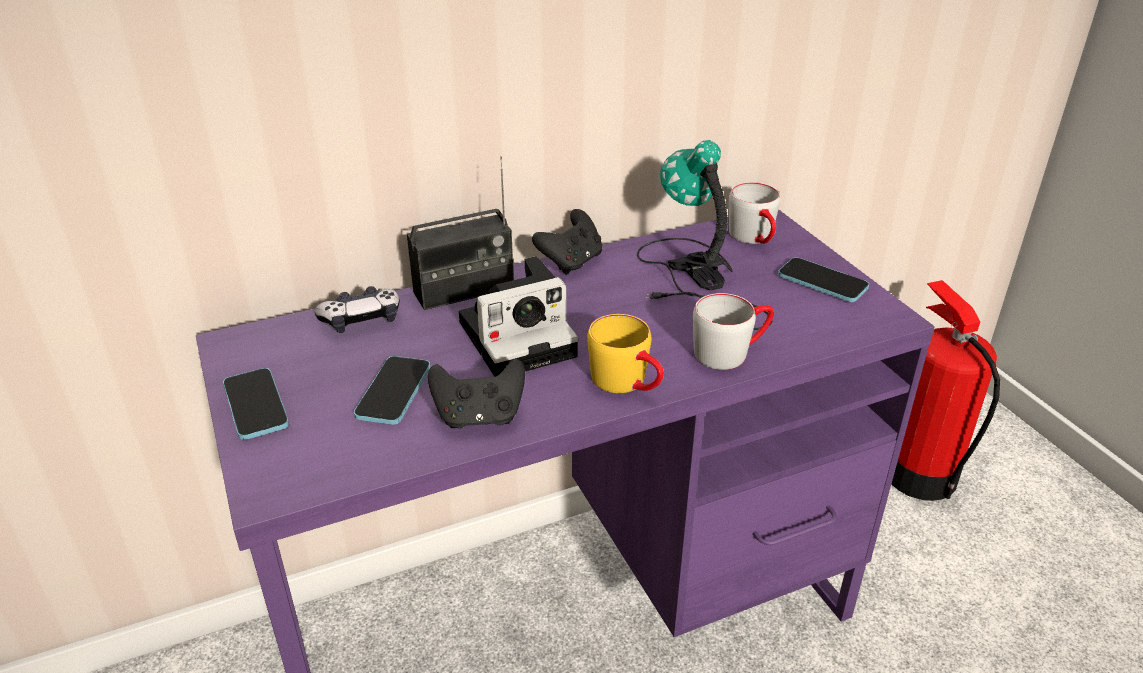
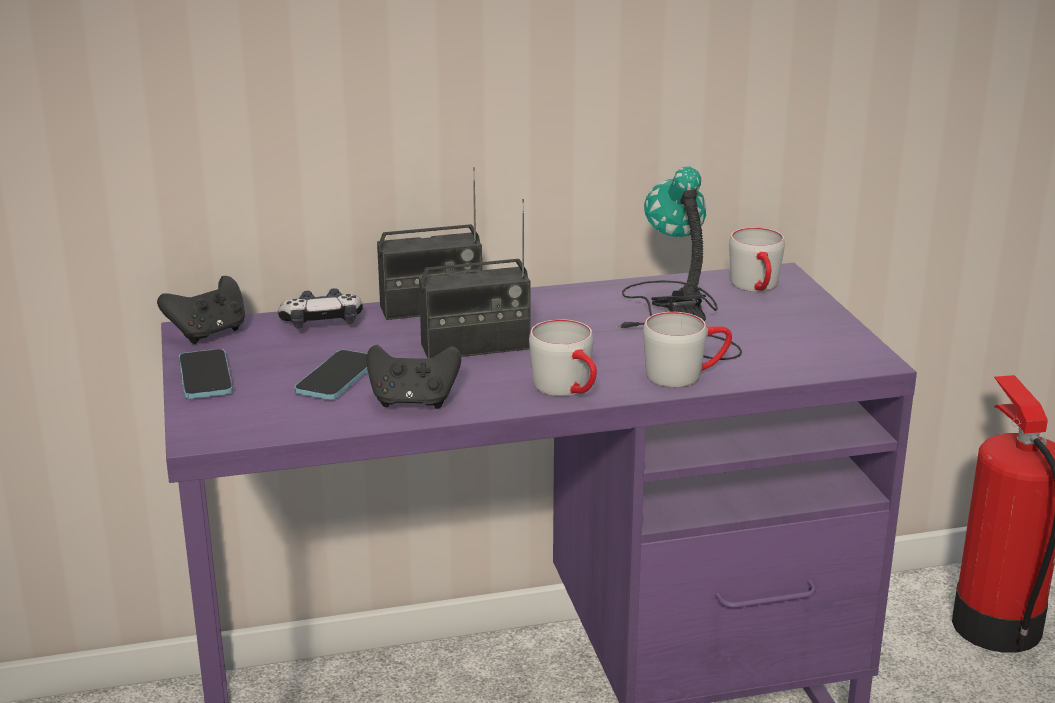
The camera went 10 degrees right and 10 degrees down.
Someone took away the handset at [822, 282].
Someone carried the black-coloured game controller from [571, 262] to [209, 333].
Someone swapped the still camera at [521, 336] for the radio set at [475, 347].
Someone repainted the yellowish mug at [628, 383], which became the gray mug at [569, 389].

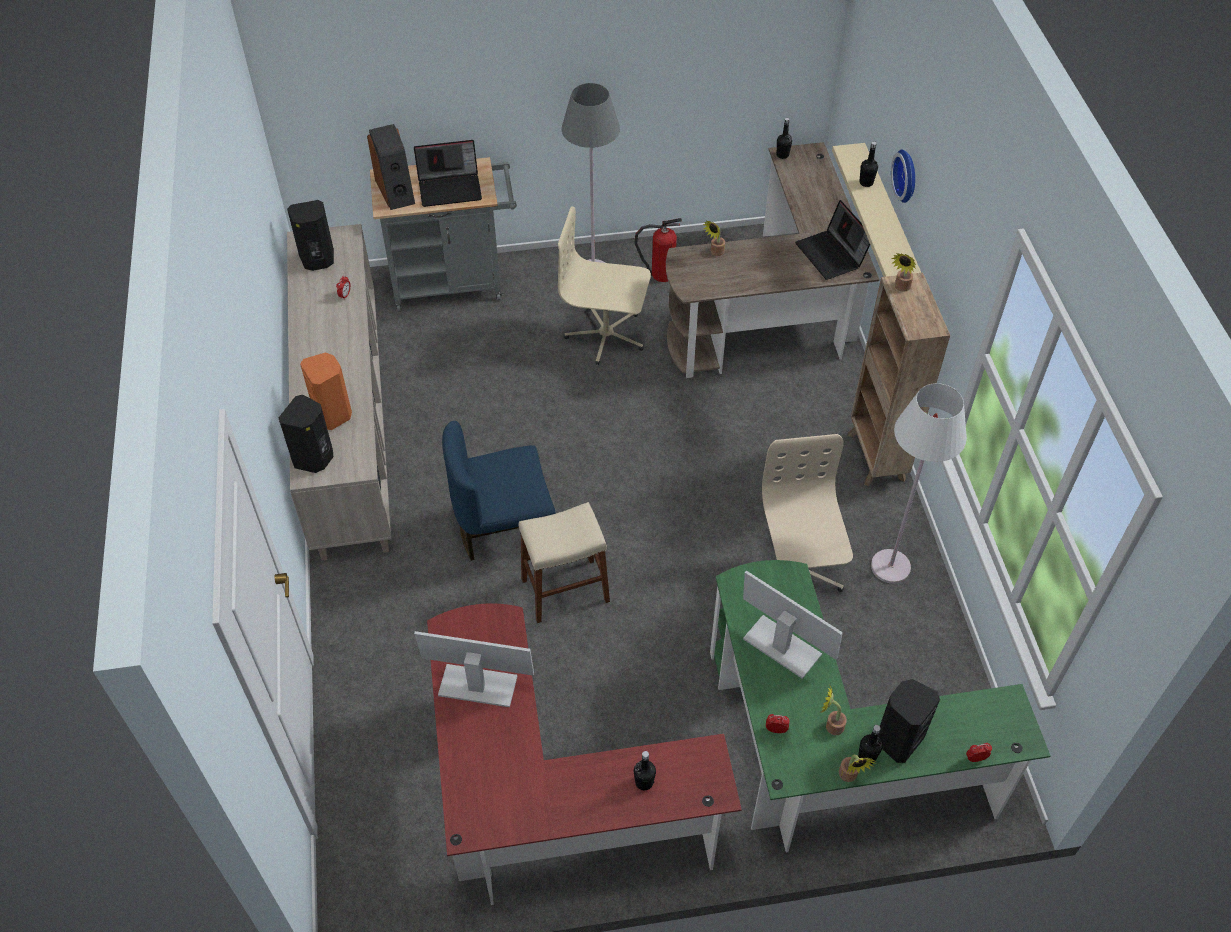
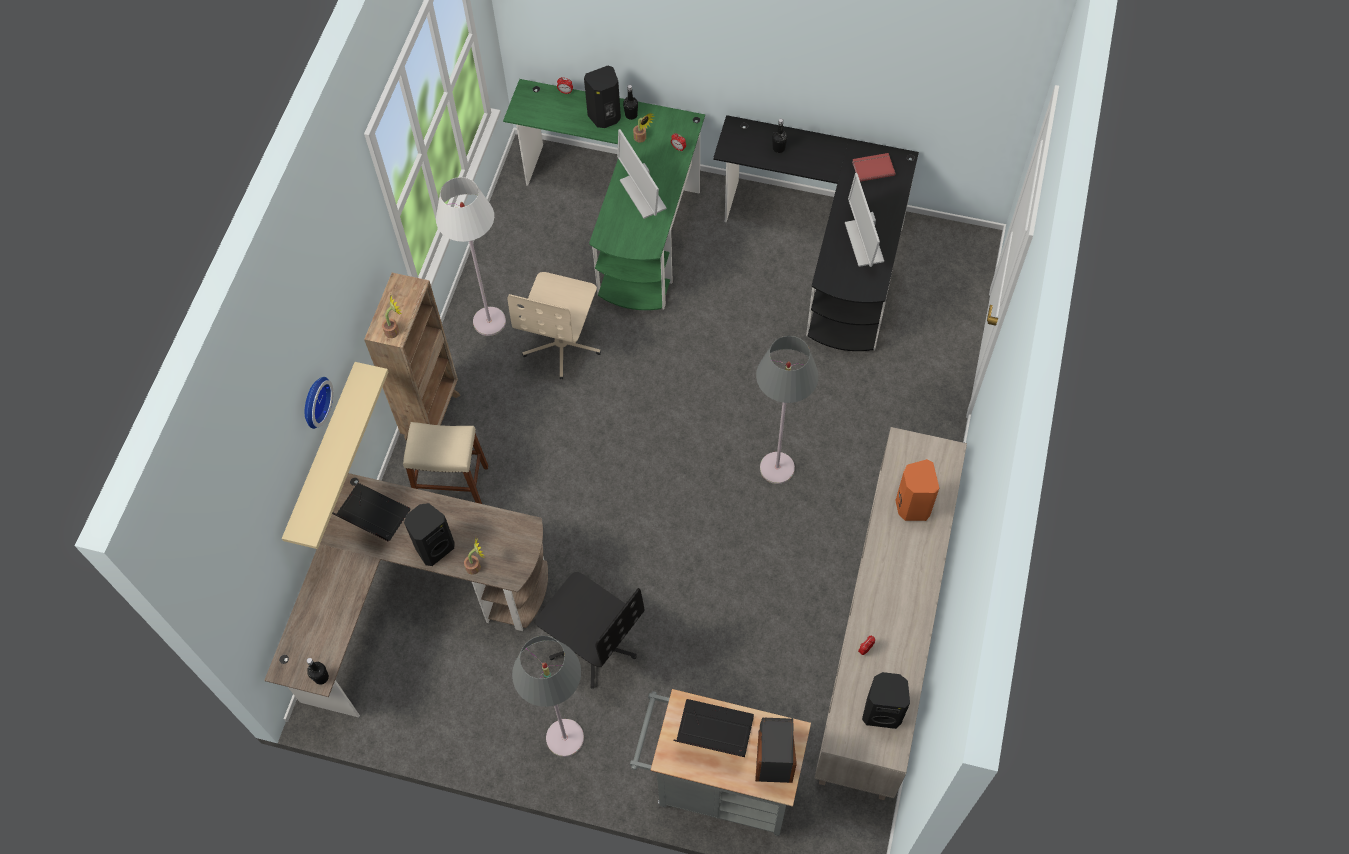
The camera went 155 degrees left and 10 degrees up.
Someone took away the fire-fighting cylinder at [660, 274].
Someone took away the plant in a pot at [849, 777].
Someone took away the black-coloured beverage bottle at [866, 182].
Someone put down the reddish volume at [872, 167].
Someone carried the black-coloured speaker from [315, 458] to [434, 547].
Someone carried the beige-coloured stool seat from [565, 590] to [452, 485].
Someone swapped the bluish plain chair at [504, 529] for the gray standing lamp at [777, 468].
Someone repainted the reddish desk table at [545, 803], which became the black-coloured desk table at [827, 253].
Someone repainted the beige-coloured desk chair at [606, 335], which became the black-coloured desk chair at [593, 644].
Someone rotated the computer screen at [478, 685] by 45 degrees clockwise.
Someone rotated the portable computer at [832, 255] by 60 degrees counterclockwise.

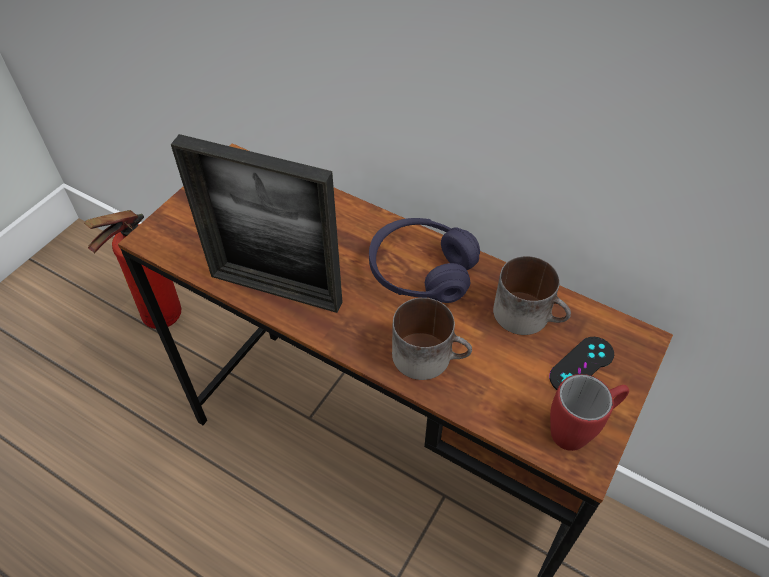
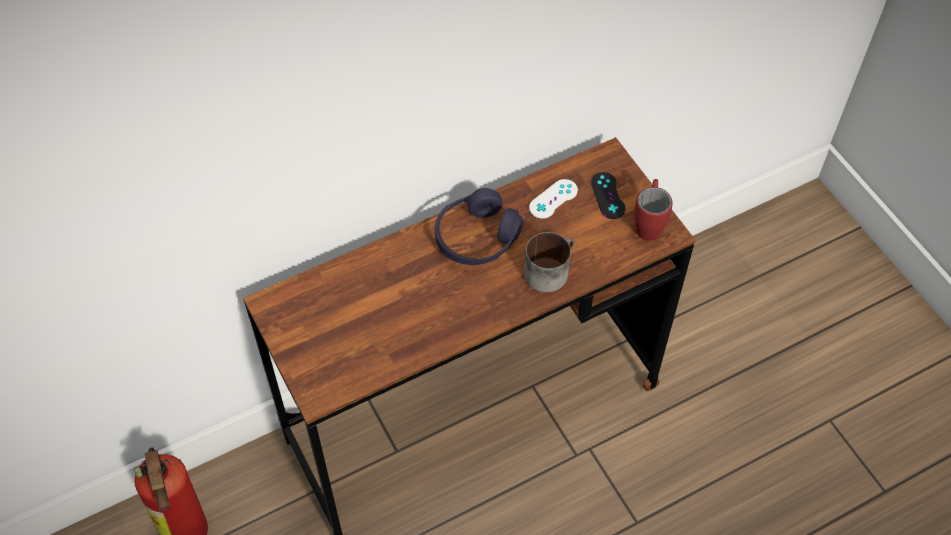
The camera went 60 degrees left and 5 degrees up.
Someone took away the standing frame at [276, 289].
Someone swapped the mug at [529, 314] for the whitish game controller at [553, 199].

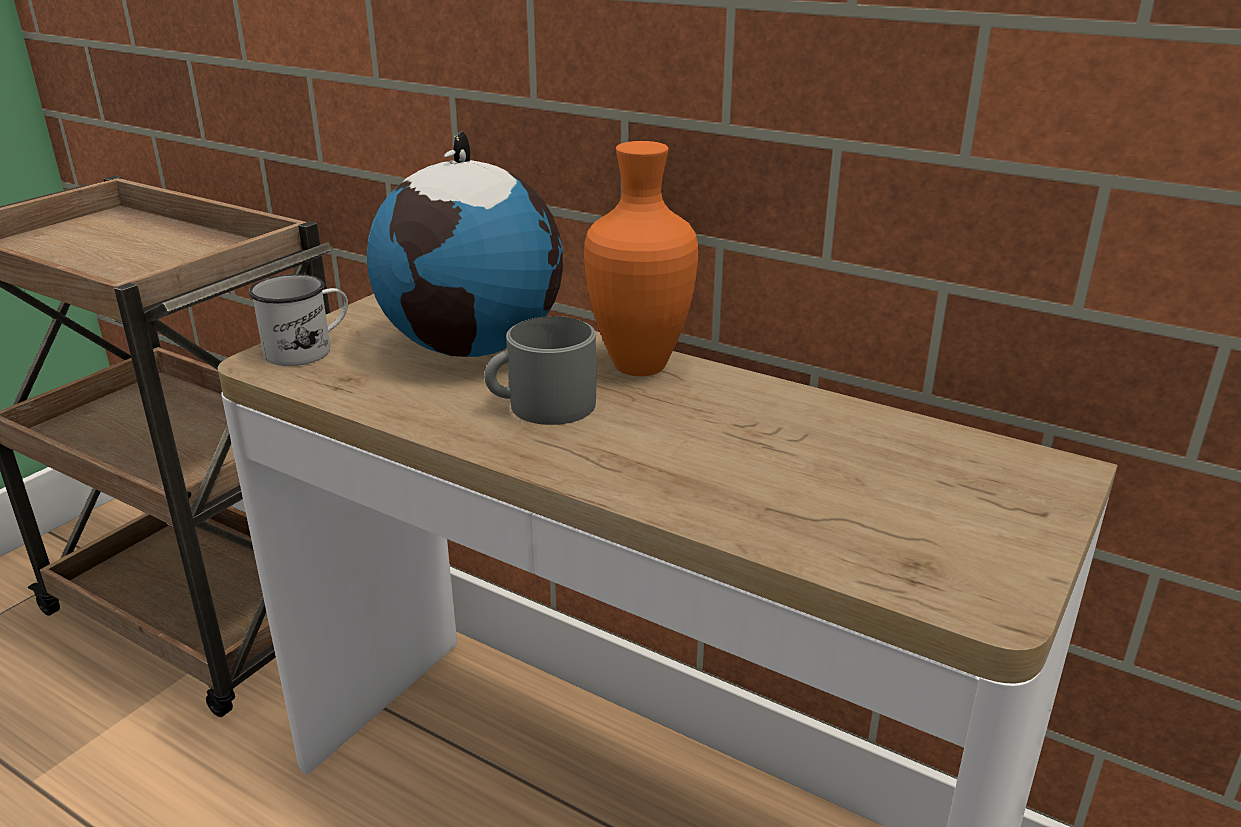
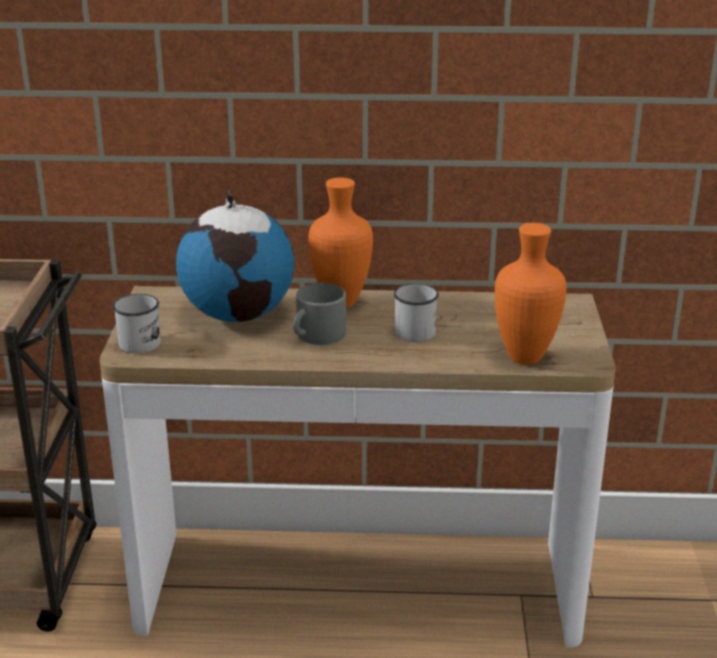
The camera went 30 degrees left and 0 degrees up.
Someone put down the whitish mug at [412, 329].
Someone put down the orange decorative vase at [523, 356].

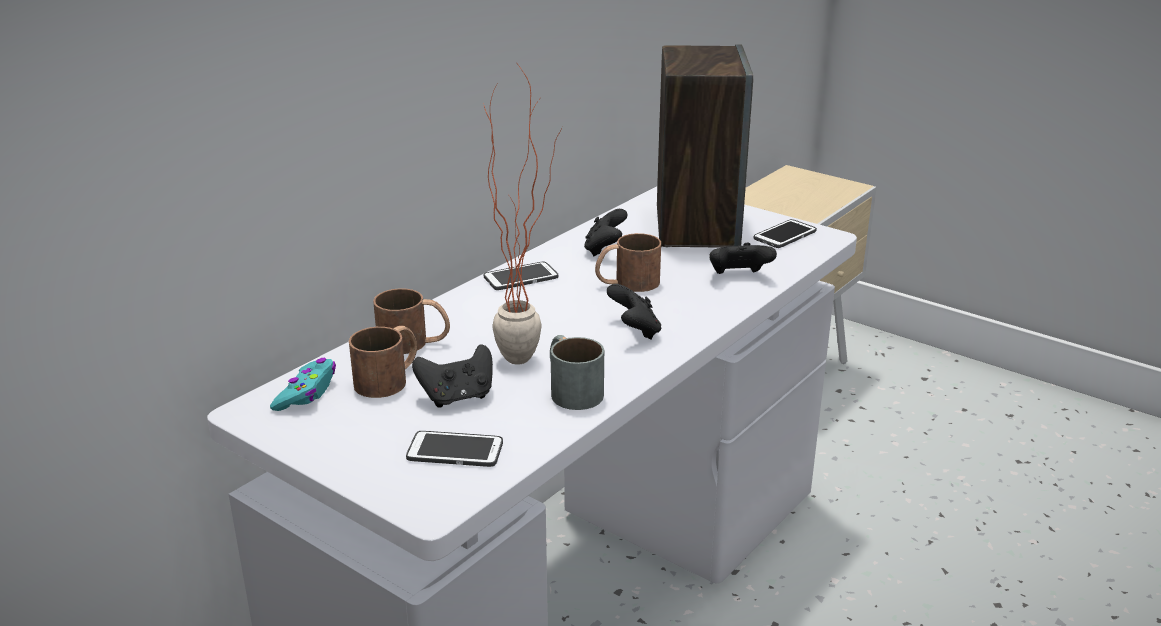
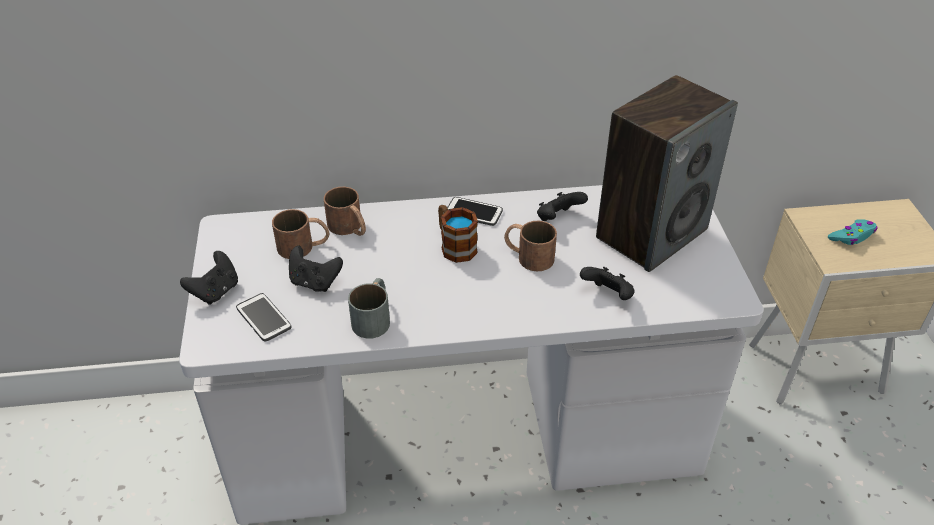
The camera went 45 degrees right and 15 degrees up.
Someone took away the plant in a pot at [530, 355].
Someone took away the handset at [785, 235].
Someone put down the mug at [454, 245].
Someone carried the blue-green game controller from [307, 393] to [852, 236].
Someone carried the black-coloured game controller from [635, 331] to [215, 291].

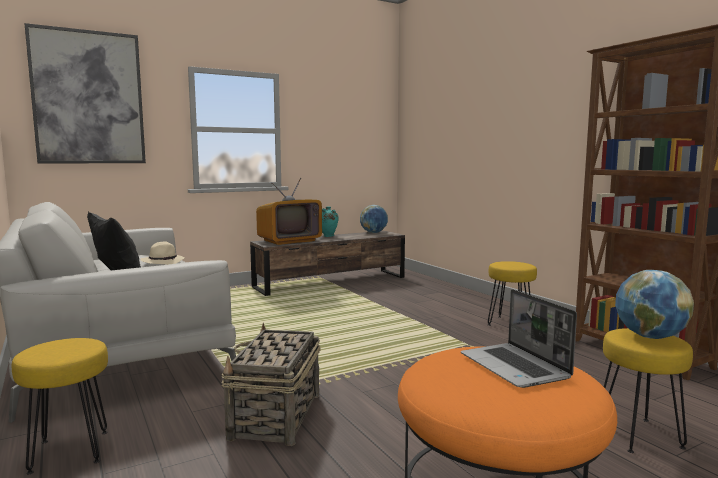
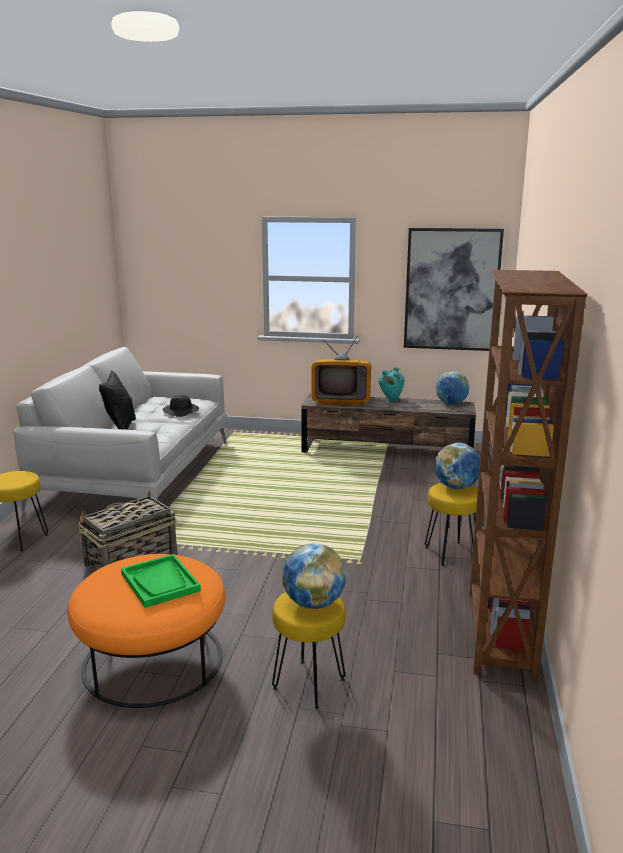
The camera went 40 degrees right and 10 degrees up.
Someone put down the globe at [456, 487].
Someone carried the wall art from [88, 98] to [451, 289].
Someone swapped the portable computer at [515, 367] for the greenish tray at [160, 582].
Someone repainted the beige-coloured hat at [163, 262], which became the black-coloured hat at [181, 412].

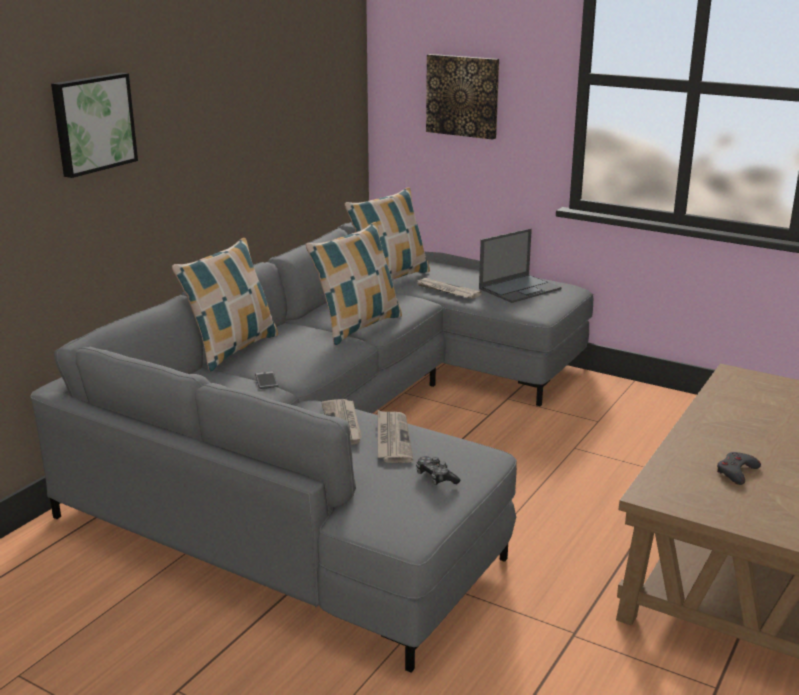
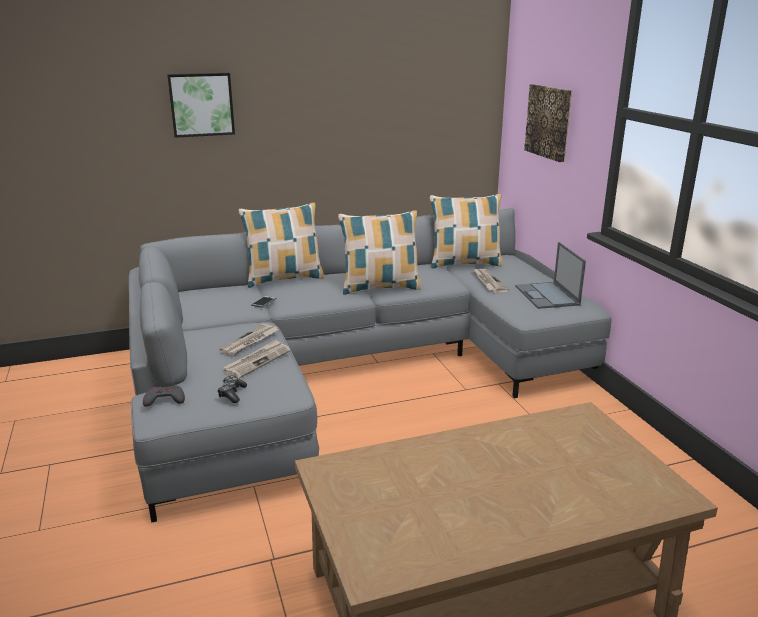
The camera went 40 degrees right and 0 degrees up.
Someone carried the gray game controller from [736, 472] to [164, 399].
Someone rotated the portable computer at [520, 288] by 75 degrees clockwise.

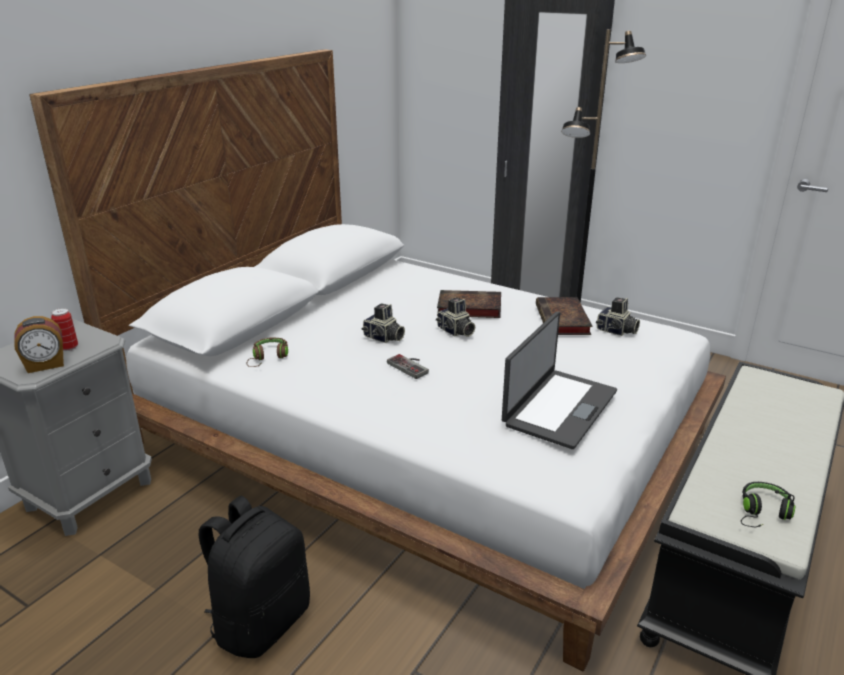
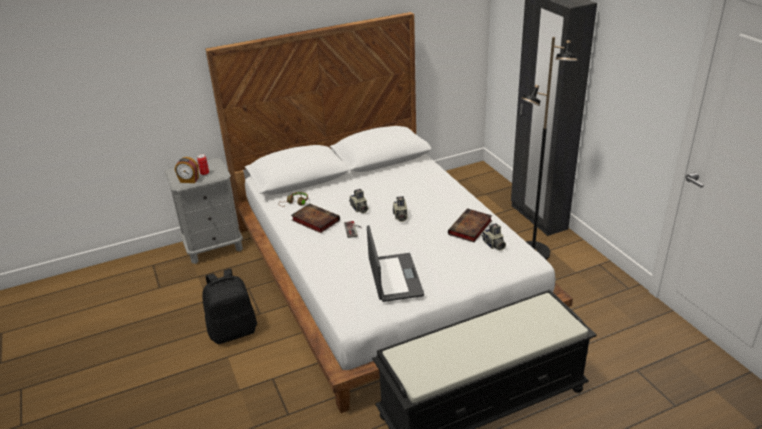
The camera went 35 degrees right and 5 degrees up.
Someone took away the black-coloured headset at [763, 512].
Someone carried the volume from [467, 308] to [314, 220].
Someone rotated the portable computer at [559, 407] by 75 degrees counterclockwise.

